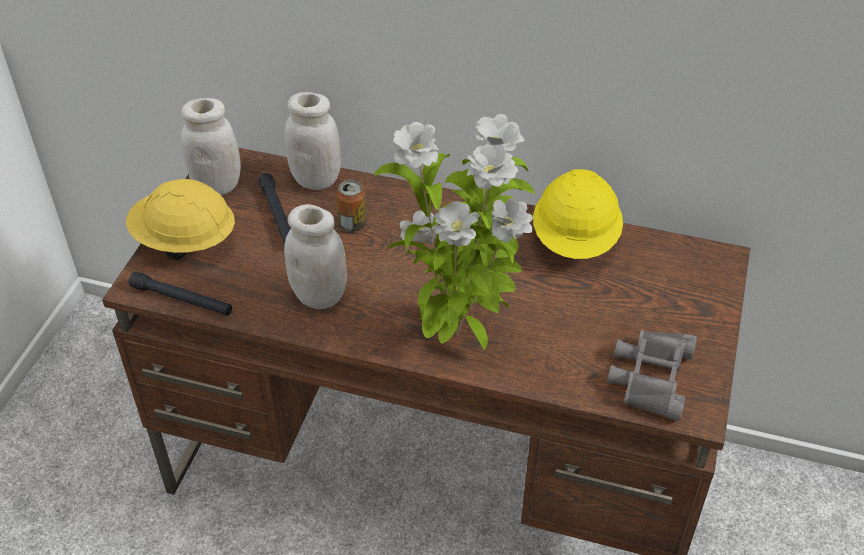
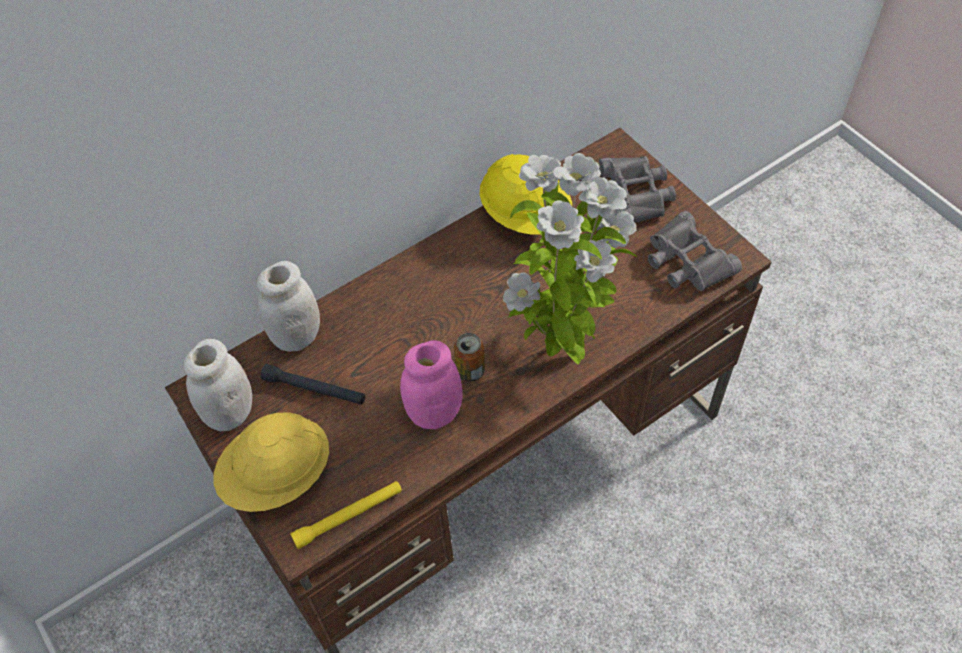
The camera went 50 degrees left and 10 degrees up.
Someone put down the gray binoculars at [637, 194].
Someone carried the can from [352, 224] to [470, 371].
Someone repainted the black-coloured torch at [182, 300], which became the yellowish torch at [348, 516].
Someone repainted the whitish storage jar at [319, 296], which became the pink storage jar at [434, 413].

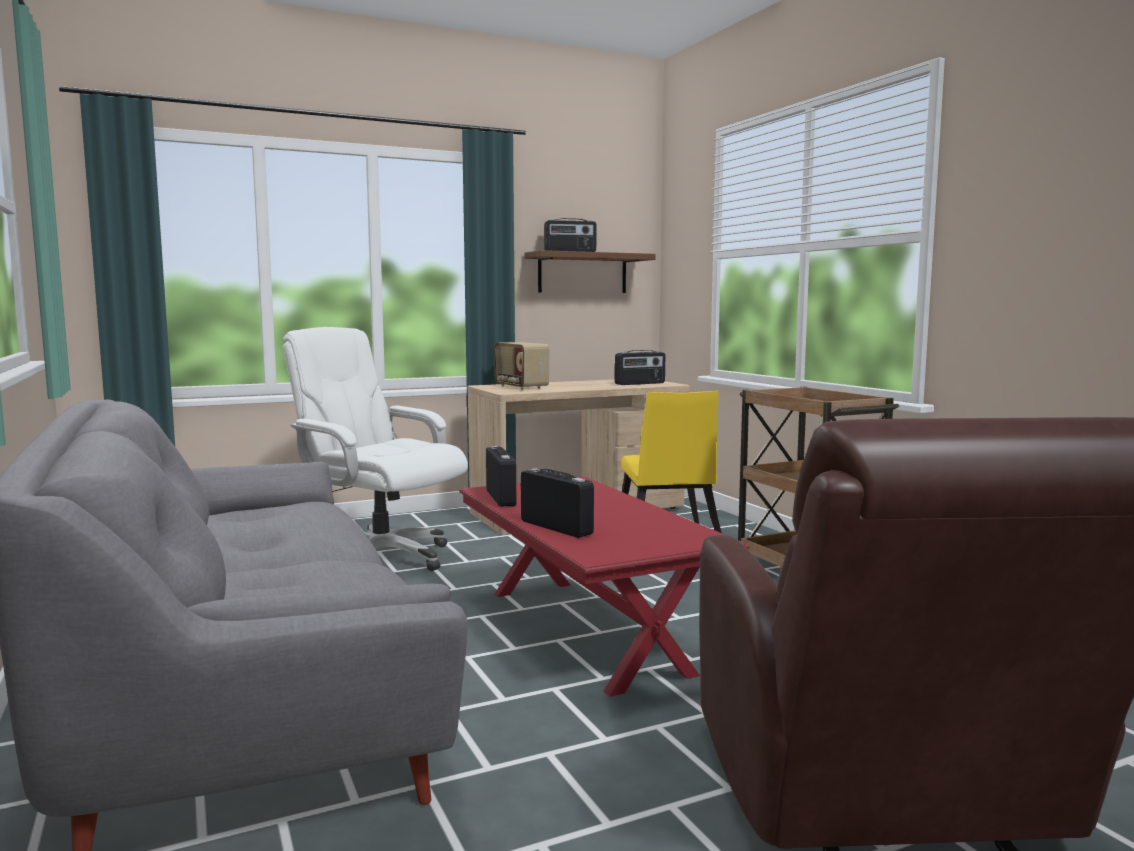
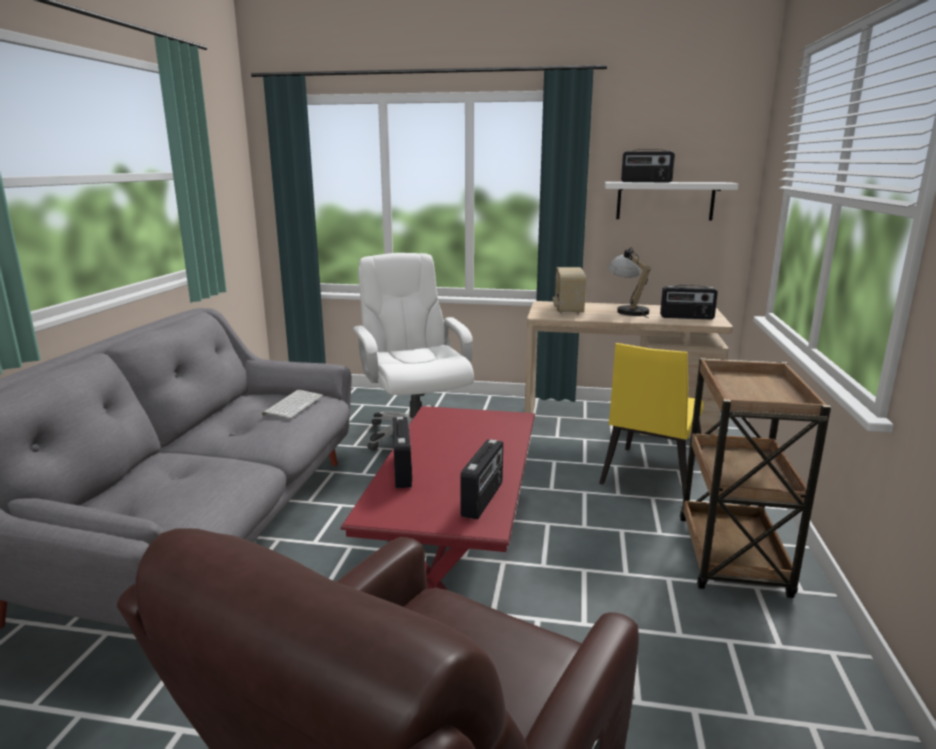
The camera went 35 degrees right and 10 degrees up.
Someone put down the PC keyboard at [293, 404].
Someone put down the table lamp at [627, 310].
Someone carried the radio set from [501, 498] to [483, 499].
Someone repainted the brownish wall shelf at [582, 273], which became the whitish wall shelf at [665, 201].

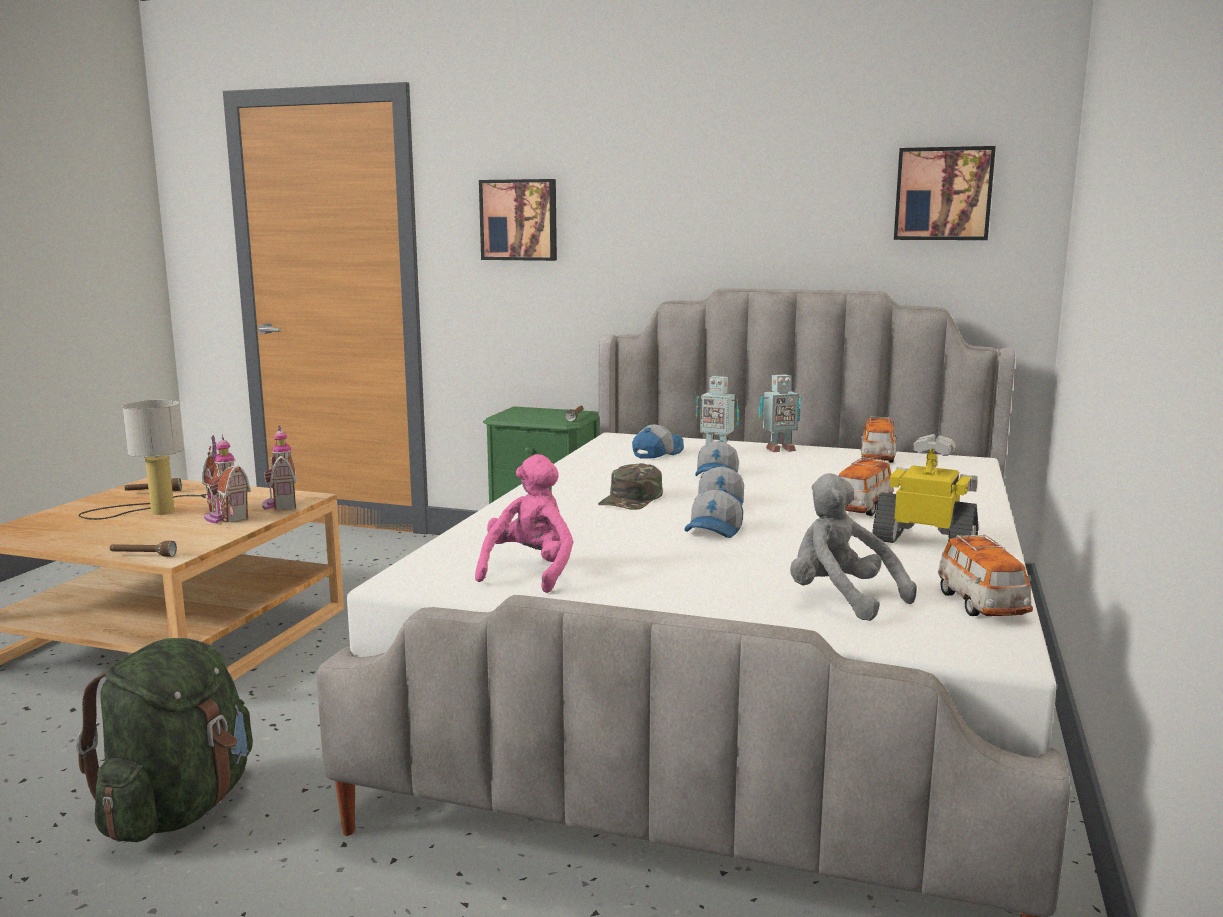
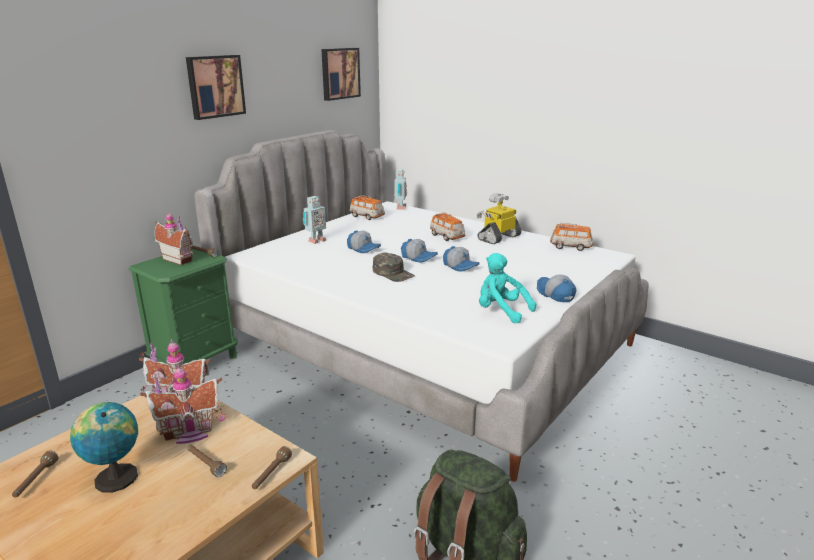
The camera went 70 degrees left and 10 degrees up.
Someone took away the gray soft toy at [840, 599].
Someone put down the model house at [179, 259].
Someone put down the brownish torch at [205, 464].
Someone carried the wall art from [519, 220] to [215, 86].
Someone carried the cap from [657, 453] to [555, 294].
Someone carried the toy robot from [778, 449] to [400, 208].
Someone swapped the table lamp at [152, 510] for the globe at [115, 477].
Someone repainted the pink soft toy at [530, 571], which became the blue-green soft toy at [501, 311].

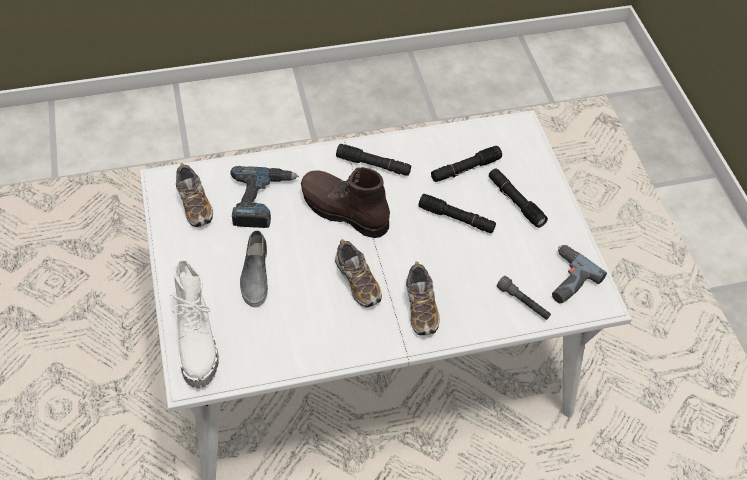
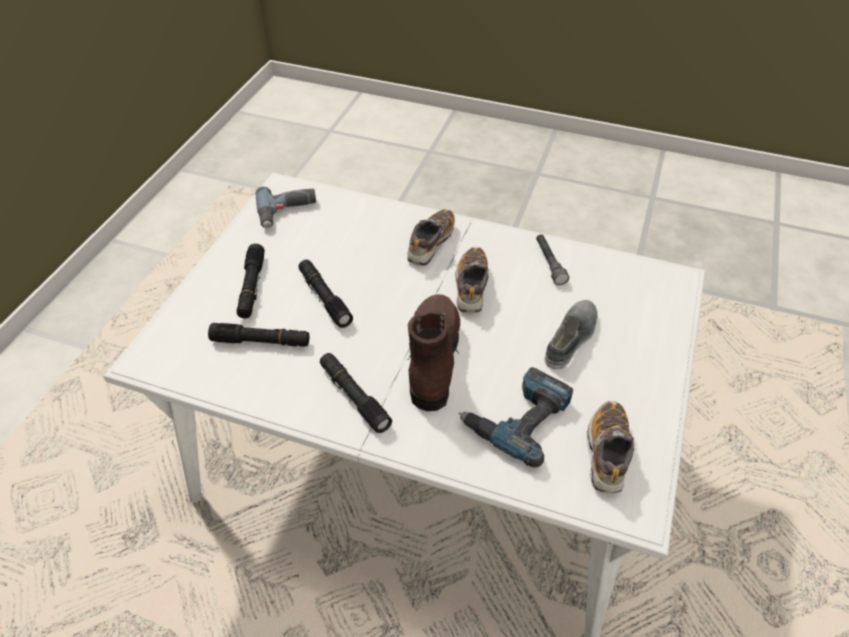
The camera went 145 degrees left and 5 degrees down.
Someone took away the whitish tall boot at [198, 344].
Someone carried the gray torch from [523, 303] to [549, 263].
Someone rotated the brownish tall boot at [343, 211] by 150 degrees counterclockwise.

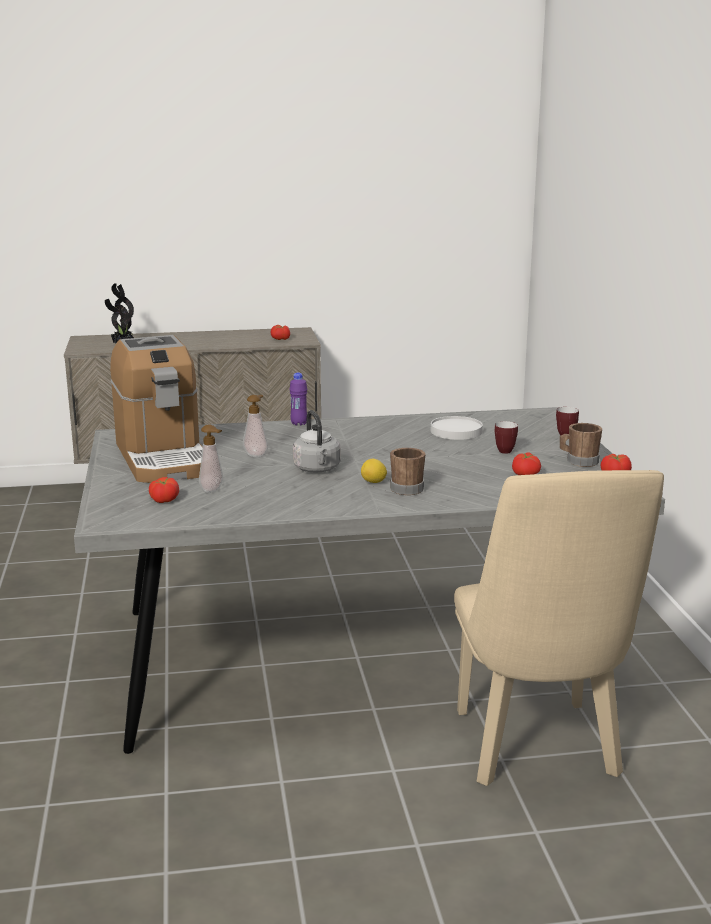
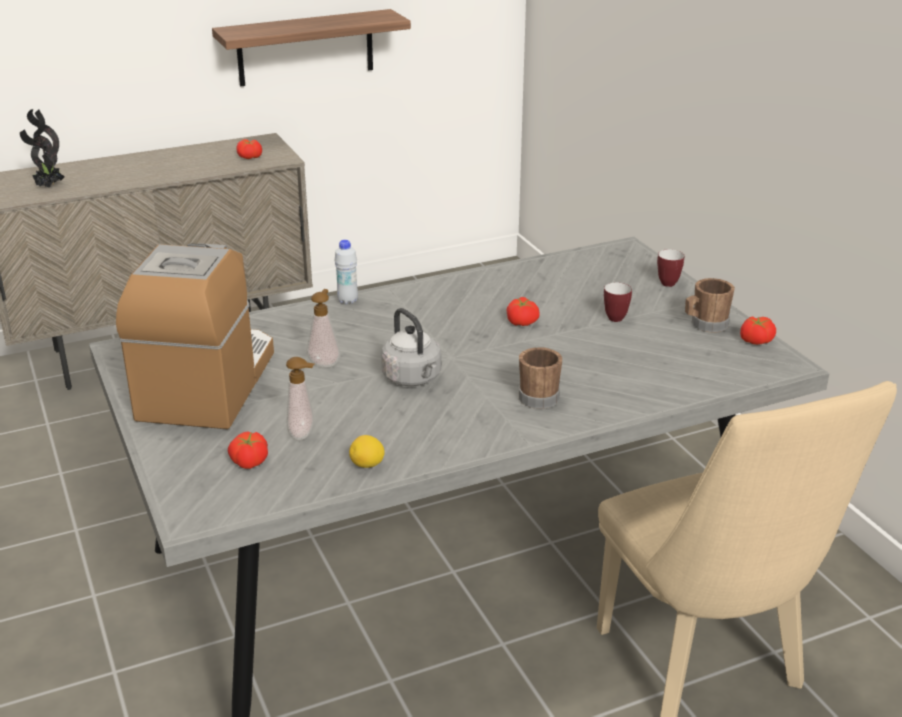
The camera went 15 degrees left and 10 degrees up.
Someone took away the whitish dinner plate at [456, 431].
Someone put up the wall shelf at [305, 48].
Someone carried the lemon from [373, 482] to [367, 465].
Someone carried the whole tomato from [526, 474] to [522, 322].
Someone repainted the purple beverage bottle at [299, 423], which became the whitish beverage bottle at [347, 301].
Someone rotated the coffee maker at [163, 458] by 135 degrees counterclockwise.

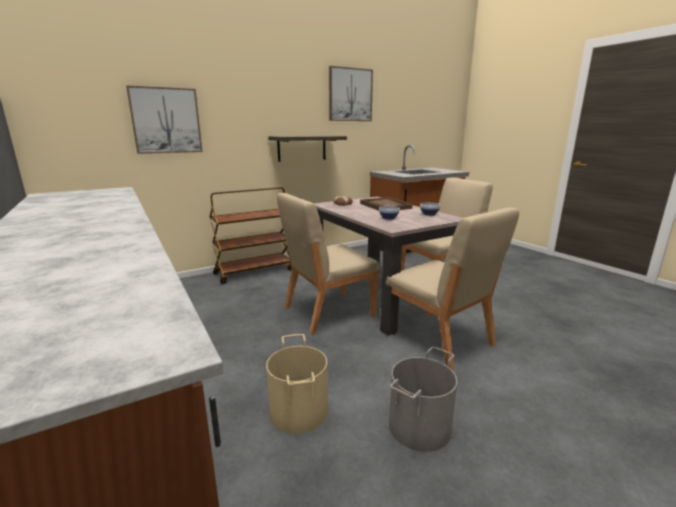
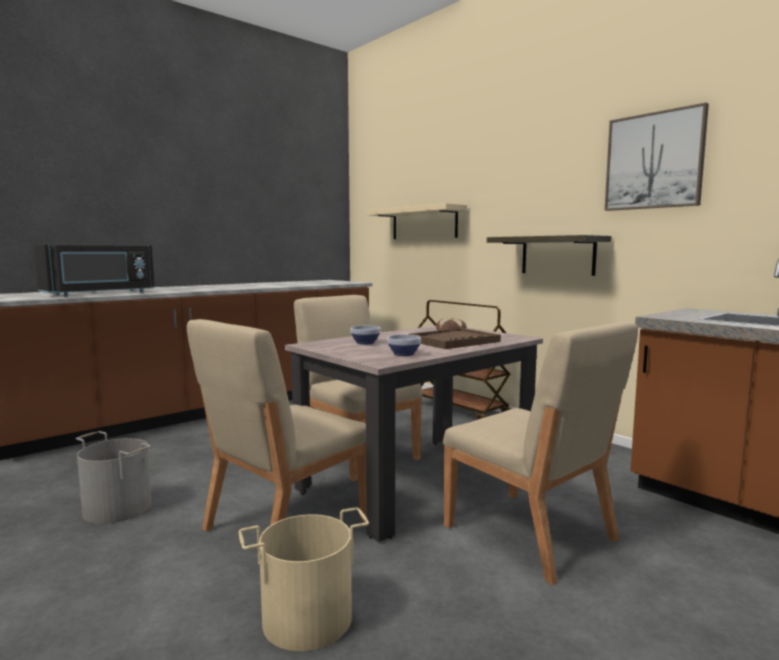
The camera went 80 degrees right and 10 degrees down.
Someone put down the black-coloured microwave at [100, 293].
Someone carried the beige-coloured water bucket from [298, 411] to [307, 617].
Someone swapped the wall art at [166, 120] for the beige-coloured wall shelf at [424, 223].

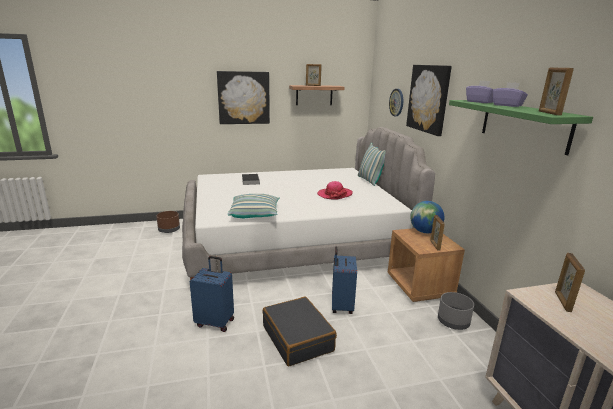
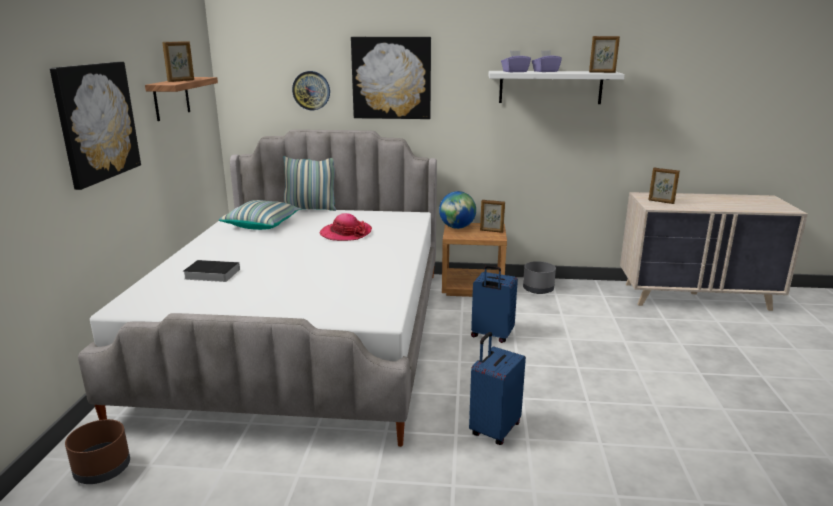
The camera went 70 degrees left and 0 degrees up.
Someone took away the black-coloured suitcase at [298, 338].
Someone carried the cushion from [255, 214] to [262, 224].
Someone repainted the greenish wall shelf at [523, 125], which became the whitish wall shelf at [550, 87].

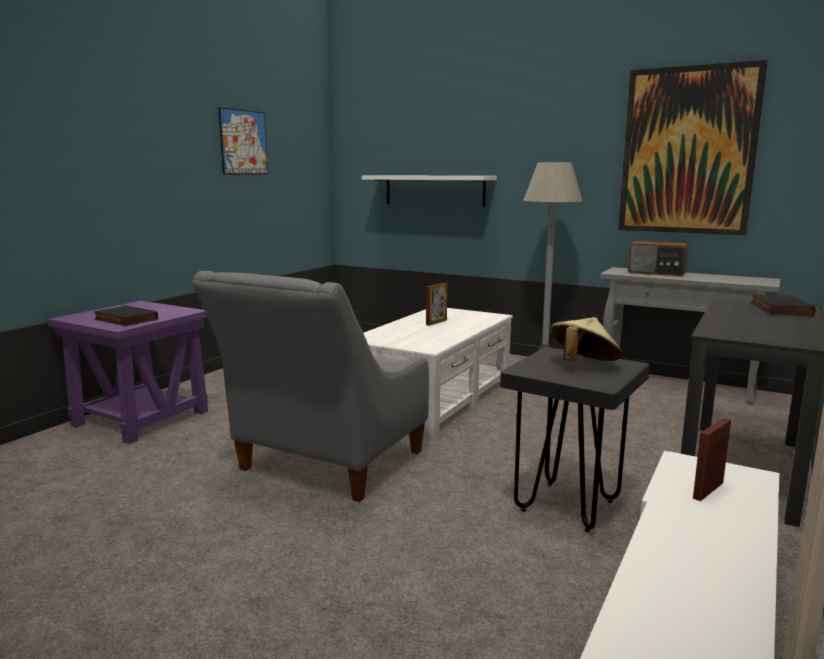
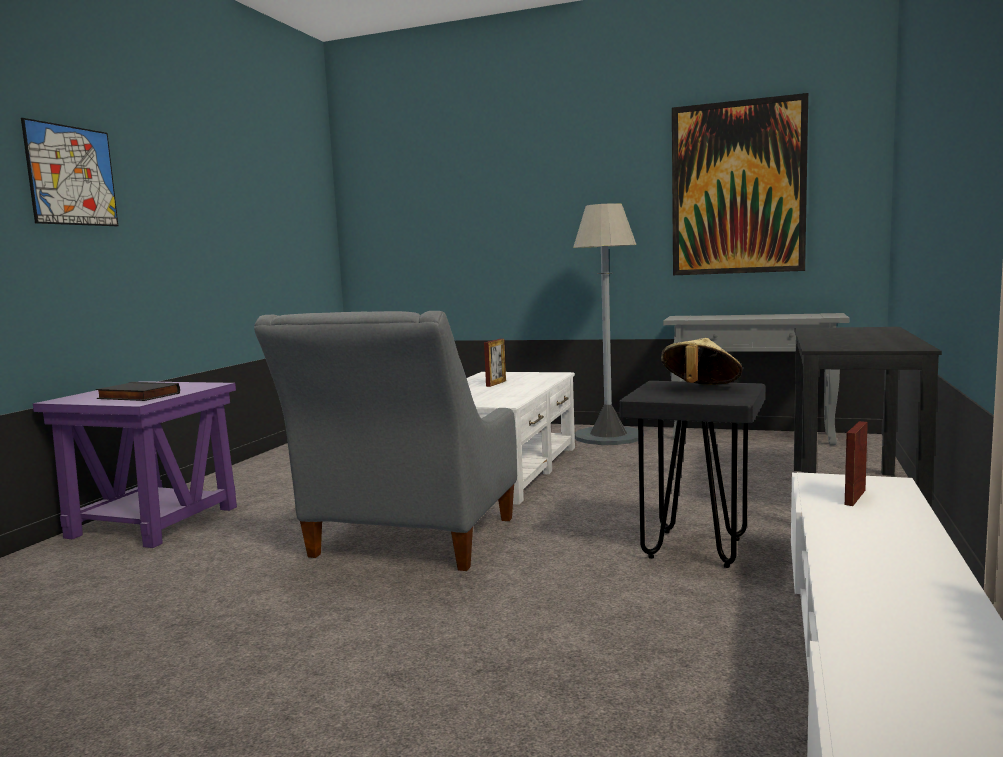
The camera went 10 degrees left and 5 degrees down.
Someone took away the whitish wall shelf at [434, 190].
Someone took away the radio set at [656, 272].
Someone took away the black-coloured volume at [778, 309].
Someone carried the wall art from [243, 142] to [72, 175].

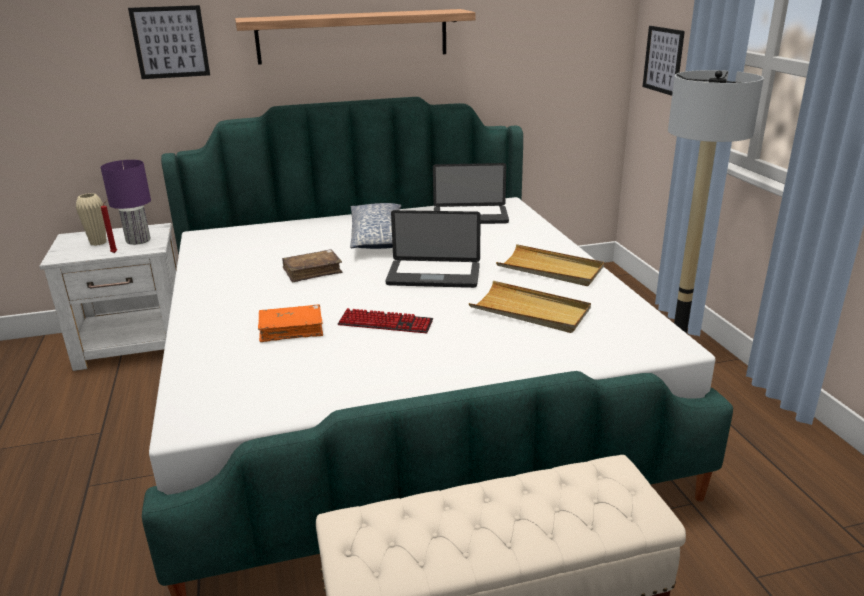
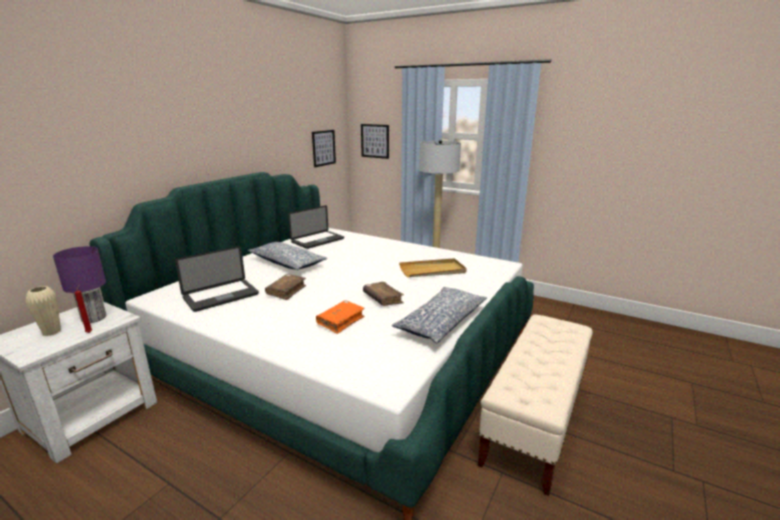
The camera went 45 degrees left and 5 degrees down.
Someone took away the wall shelf at [353, 36].
Someone took away the beige-coloured tray at [550, 269].
Someone put down the cushion at [441, 322].
Someone carried the wall art from [170, 42] to [323, 148].
Someone carried the portable computer from [433, 275] to [221, 296].
Someone swapped the PC keyboard at [385, 323] for the brownish volume at [382, 299].

